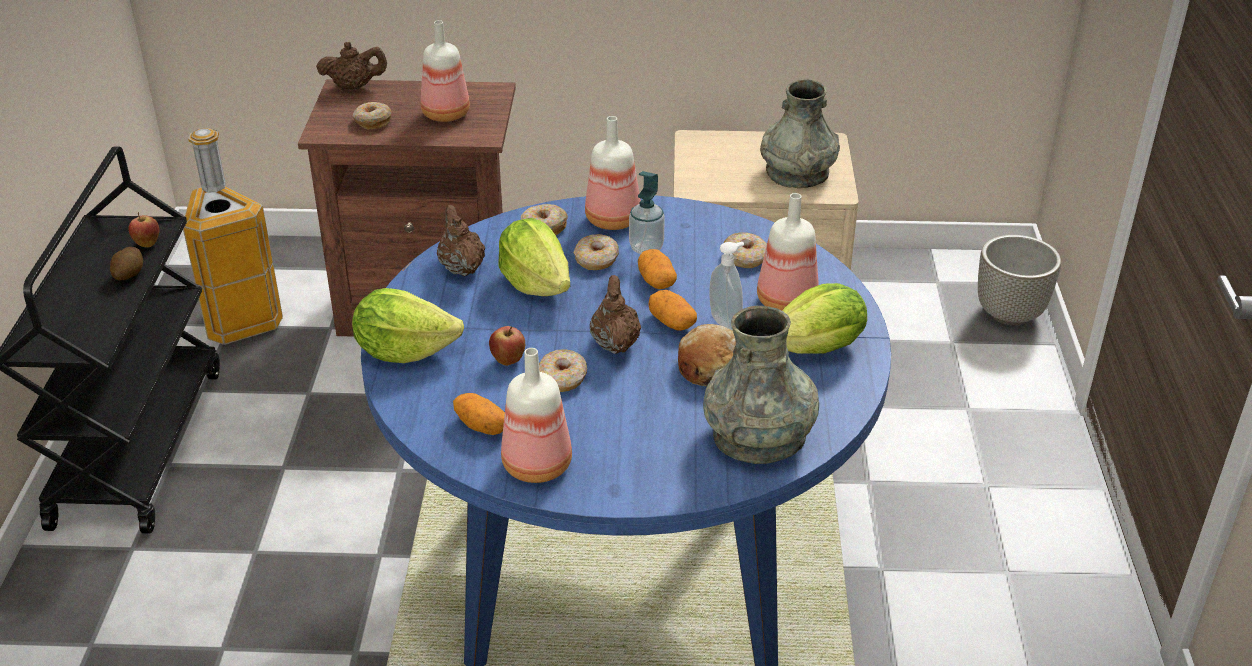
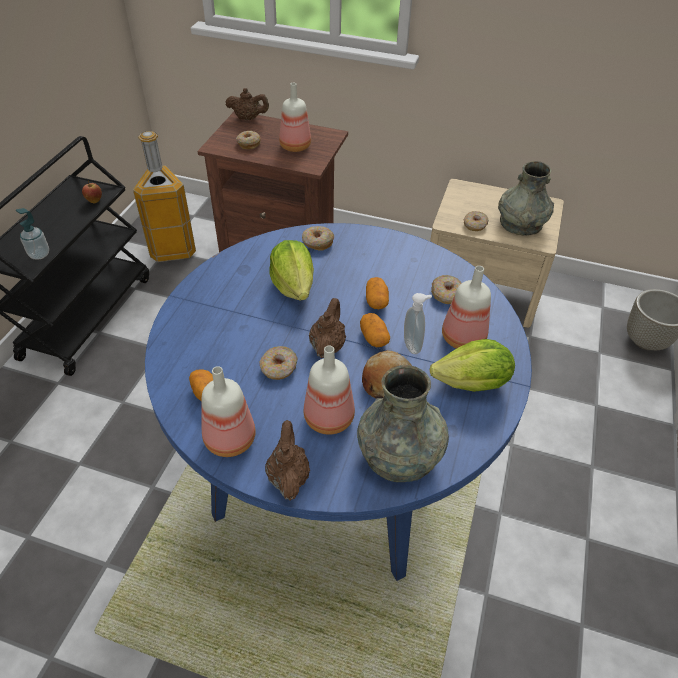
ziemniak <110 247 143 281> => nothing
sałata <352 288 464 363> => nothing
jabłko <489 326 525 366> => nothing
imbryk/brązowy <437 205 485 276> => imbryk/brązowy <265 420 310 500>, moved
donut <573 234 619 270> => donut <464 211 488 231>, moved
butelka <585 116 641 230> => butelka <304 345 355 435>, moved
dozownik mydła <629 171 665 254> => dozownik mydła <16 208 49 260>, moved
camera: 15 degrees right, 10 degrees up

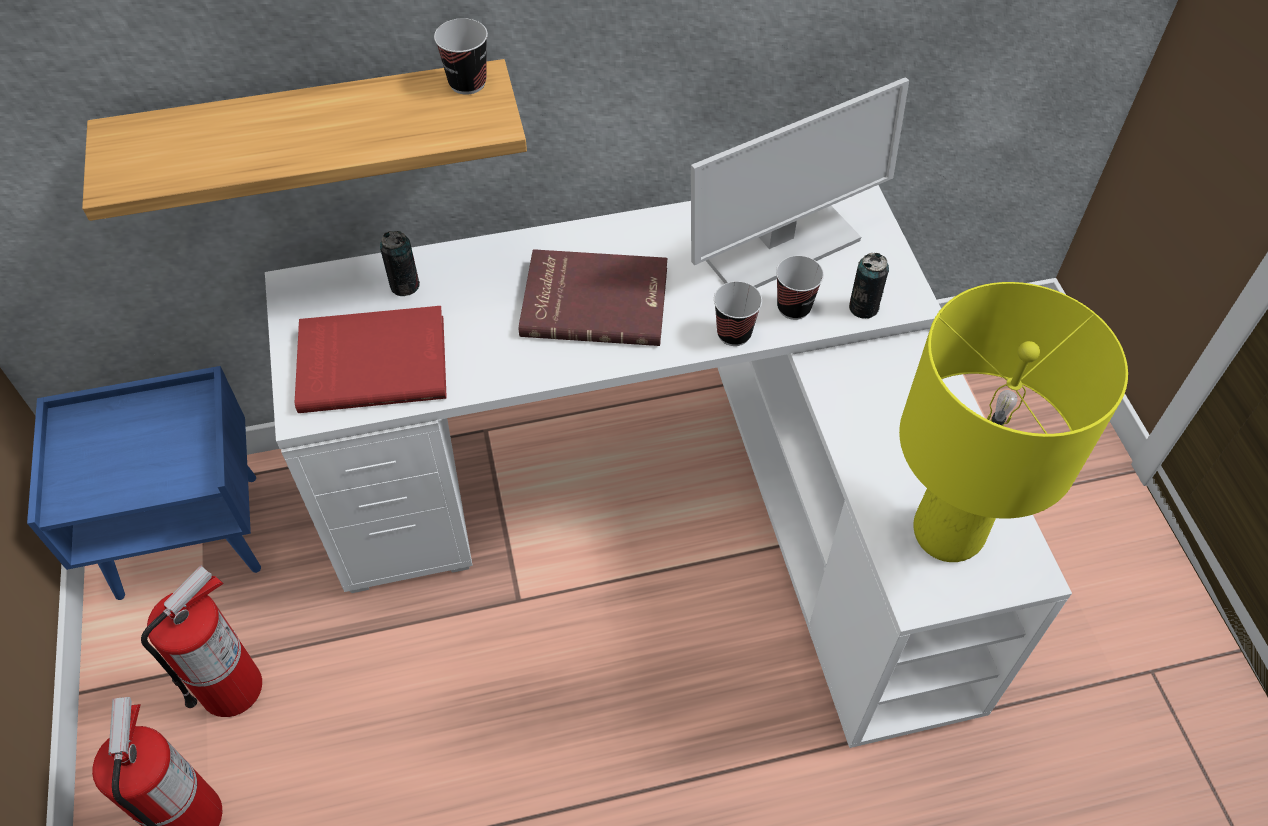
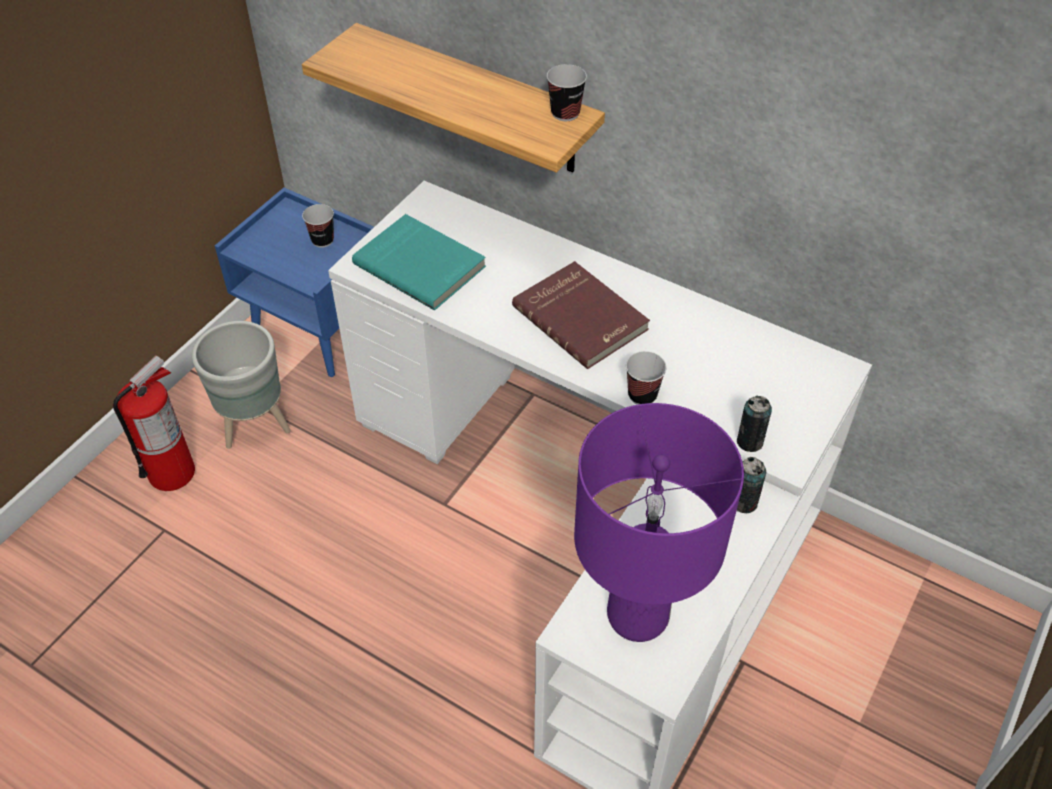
monitor <691 77 909 288> => nothing
puszka <380 231 420 296> => puszka <737 457 766 513>, moved
filiżanka <776 256 824 320> => filiżanka <302 204 334 248>, moved
gaśnica <141 565 262 717> => donica/szary <192 321 291 449>
książka/czerwony <295 306 447 413> => książka/turkusowy <352 214 486 310>
lampa stołowa/żółty <899 282 1128 562> => lampa stołowa/fioletowy <574 403 744 642>
camera: 45 degrees right, 5 degrees down

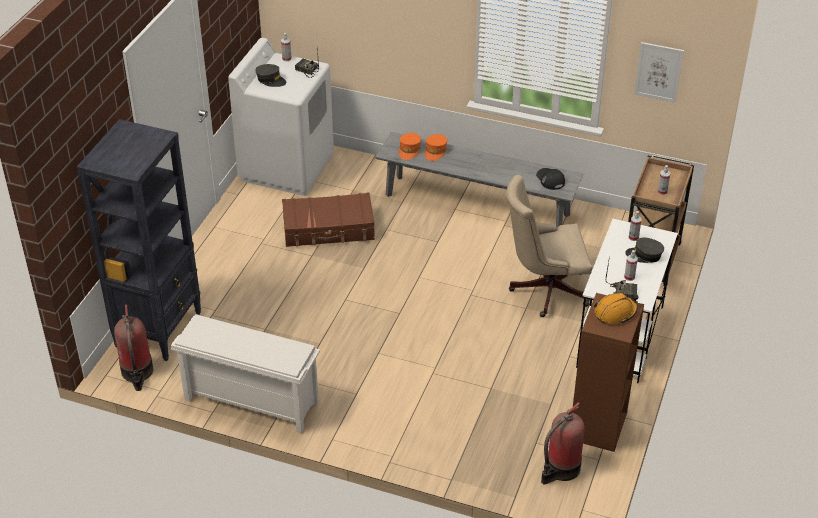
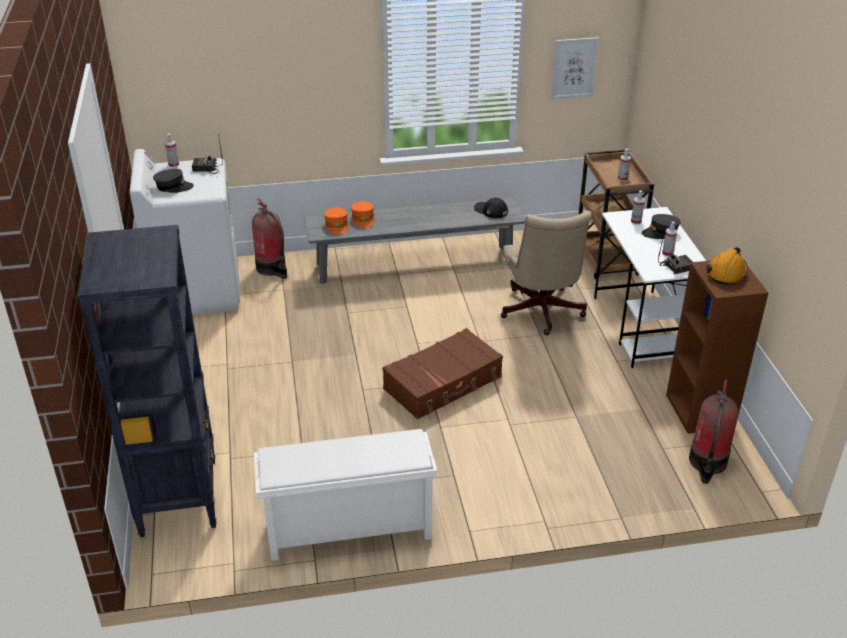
gaśnica <114 304 153 391> => gaśnica <252 198 287 279>, moved
walizka/brązowy <282 192 375 247> => walizka/brązowy <382 328 503 419>, moved
krzesło biurowe/beżowy <506 175 592 317> => krzesło biurowe/beżowy <501 211 592 335>, 60 degrees counterclockwise
camera: 30 degrees left, 5 degrees down

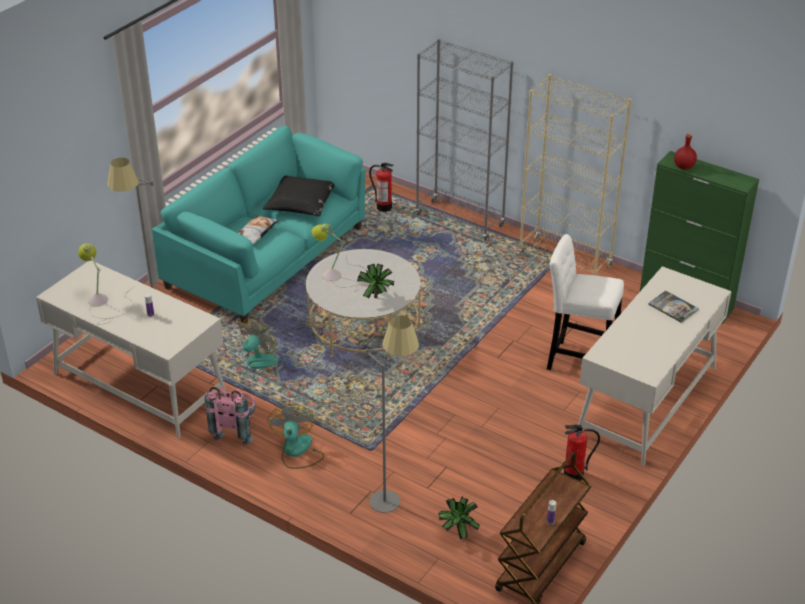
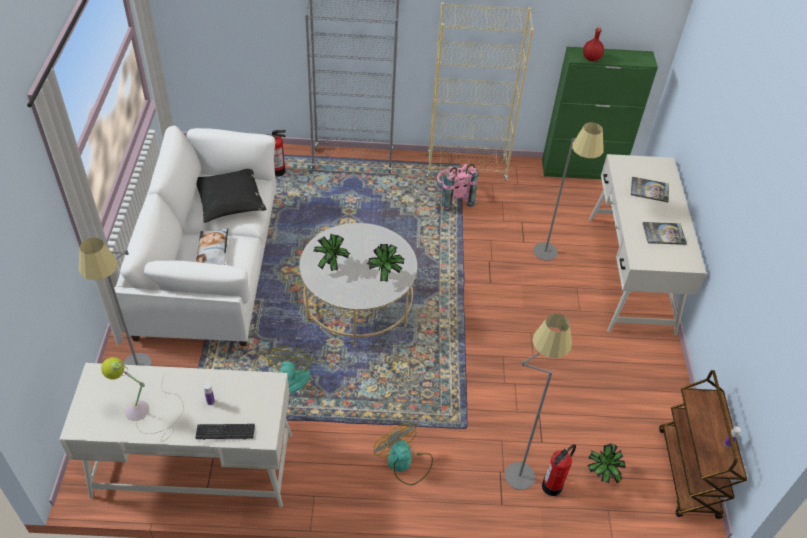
nothing => klawiatura <195 424 255 440>
nothing => książka <642 222 687 245>
plecak/różowy <205 387 256 445> => plecak/różowy <436 164 478 212>, moved
gaśnica <564 425 600 481> => gaśnica <542 444 576 496>, moved
lampa stołowa <312 224 367 291> => roślina doniczkowa <313 234 351 271>
stołek/biały <547 234 624 370> => lampa stojąca/szary <533 122 604 261>
kanapa/turkusowy <152 126 366 323> => kanapa/biały <114 126 276 346>
camera: 35 degrees left, 10 degrees up

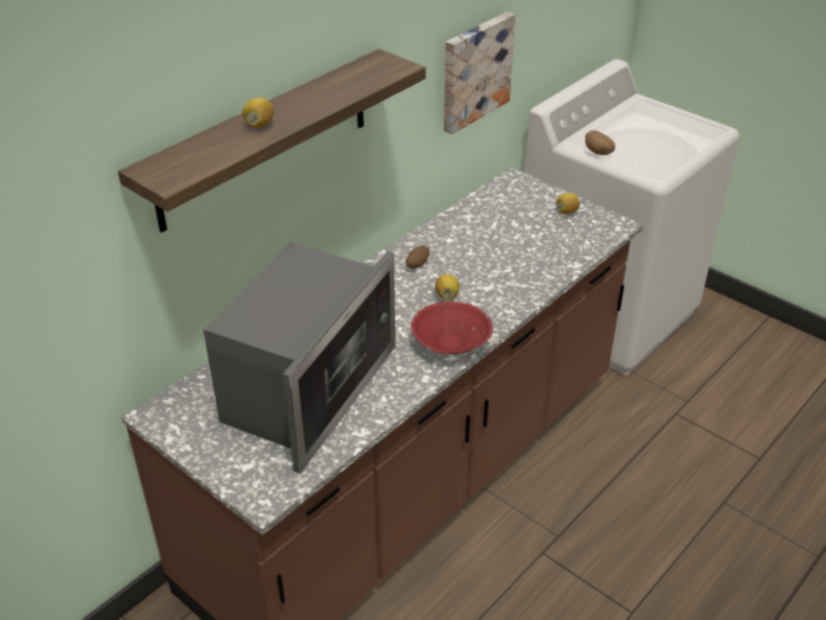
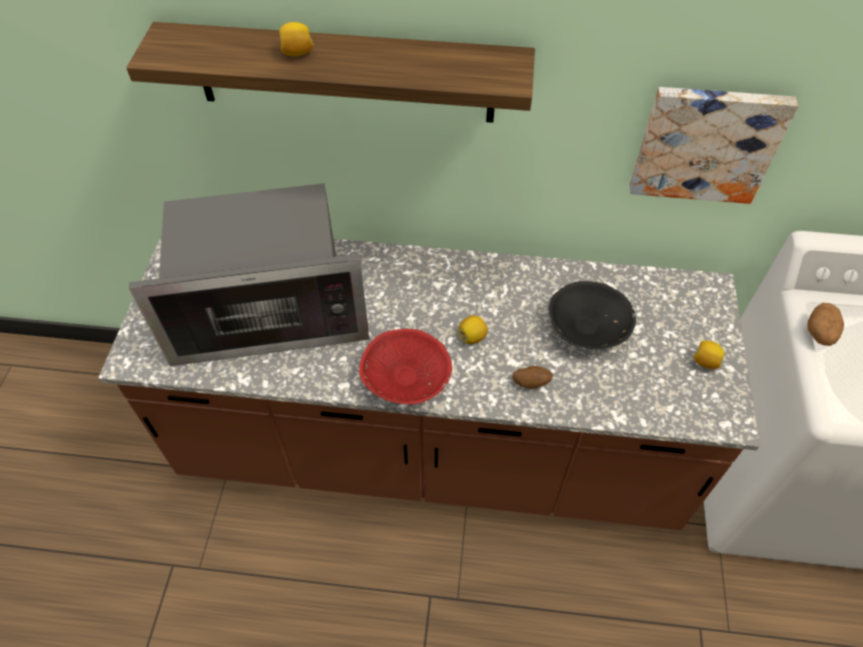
nothing => miska/czarny <549 281 636 349>
ziemniak <406 246 430 269> => ziemniak <513 366 553 388>, moved
camera: 55 degrees right, 15 degrees up

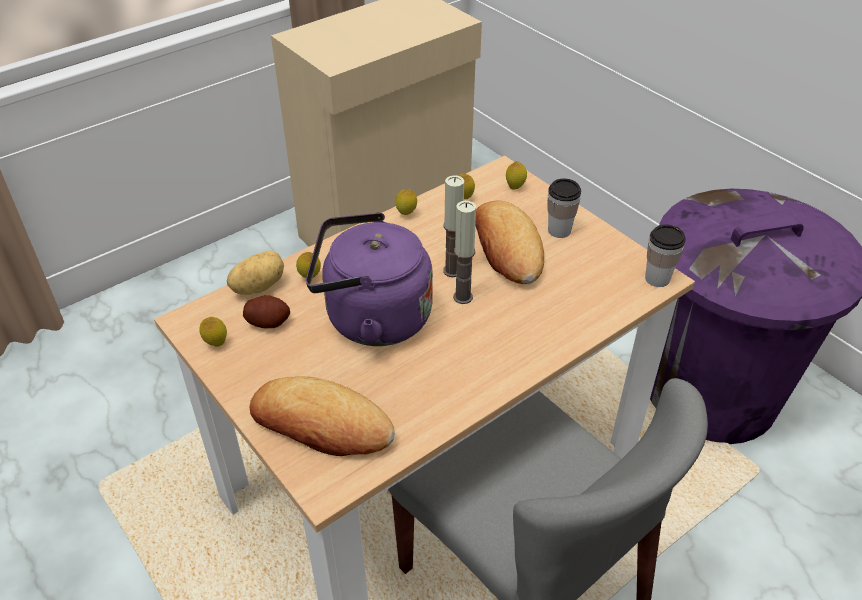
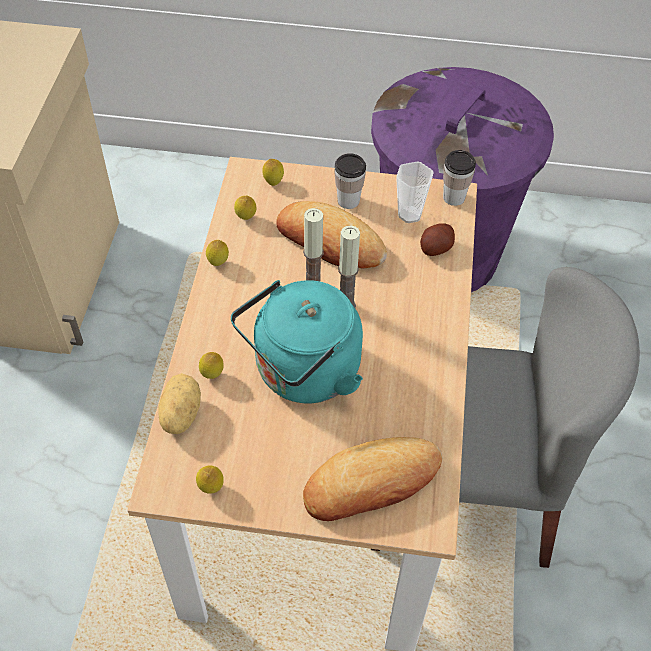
nothing => filiżanka <396 161 434 223>
ziemniak <243 295 290 328> => ziemniak <420 224 455 256>, moved
czajnik/fioletowy <306 212 433 346> => czajnik/turkusowy <231 280 363 403>
camera: 45 degrees left, 10 degrees up

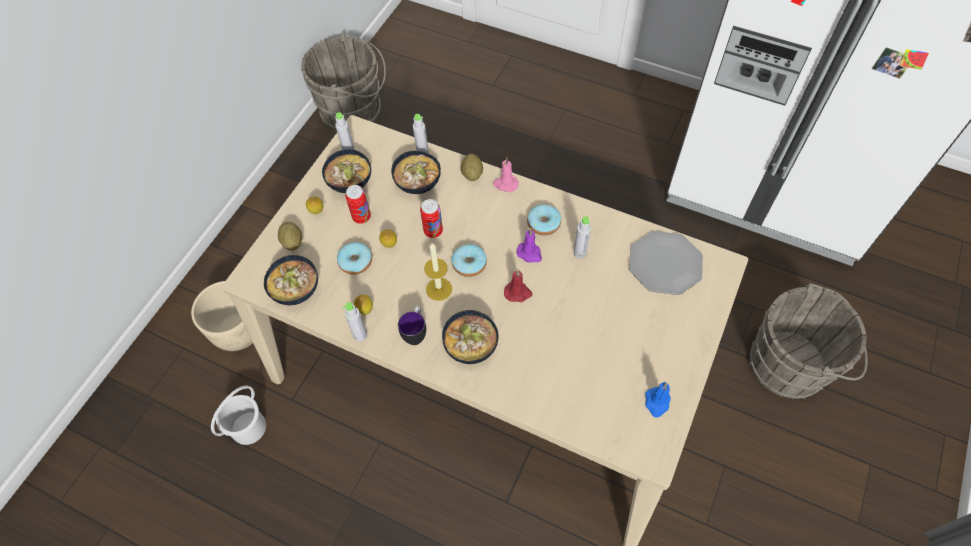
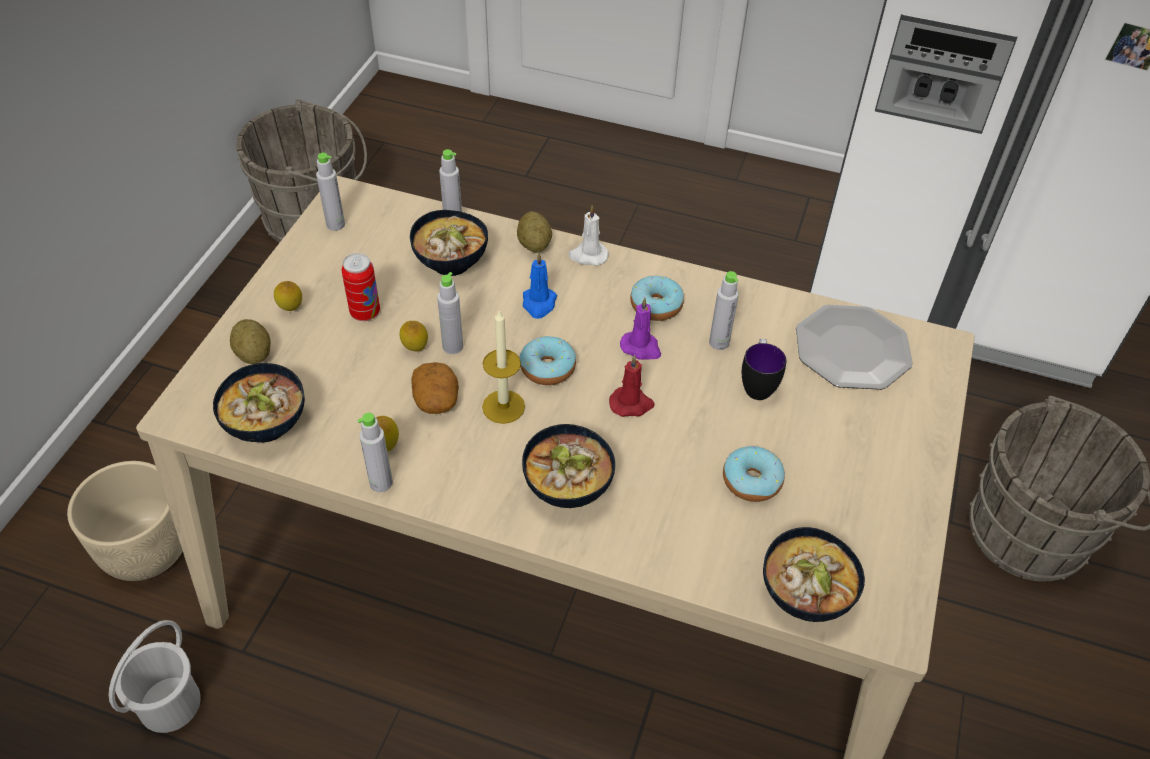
puszka <420 199 443 238> => nothing
nothing => ziemniak <411 362 459 414>
nothing => butelka/szary <437 272 463 354>
miska <322 149 371 193> => miska <763 527 865 622>, moved
donut <337 242 372 275> => donut <723 446 785 502>, moved
kubek <398 306 426 345> => kubek <742 339 786 400>, moved
świeca/niebieski <645 382 671 418> => świeca/niebieski <523 253 557 319>, moved
świeca/różowy <493 157 519 192> => świeca/biały <568 205 609 266>
camera: 10 degrees left, 10 degrees down

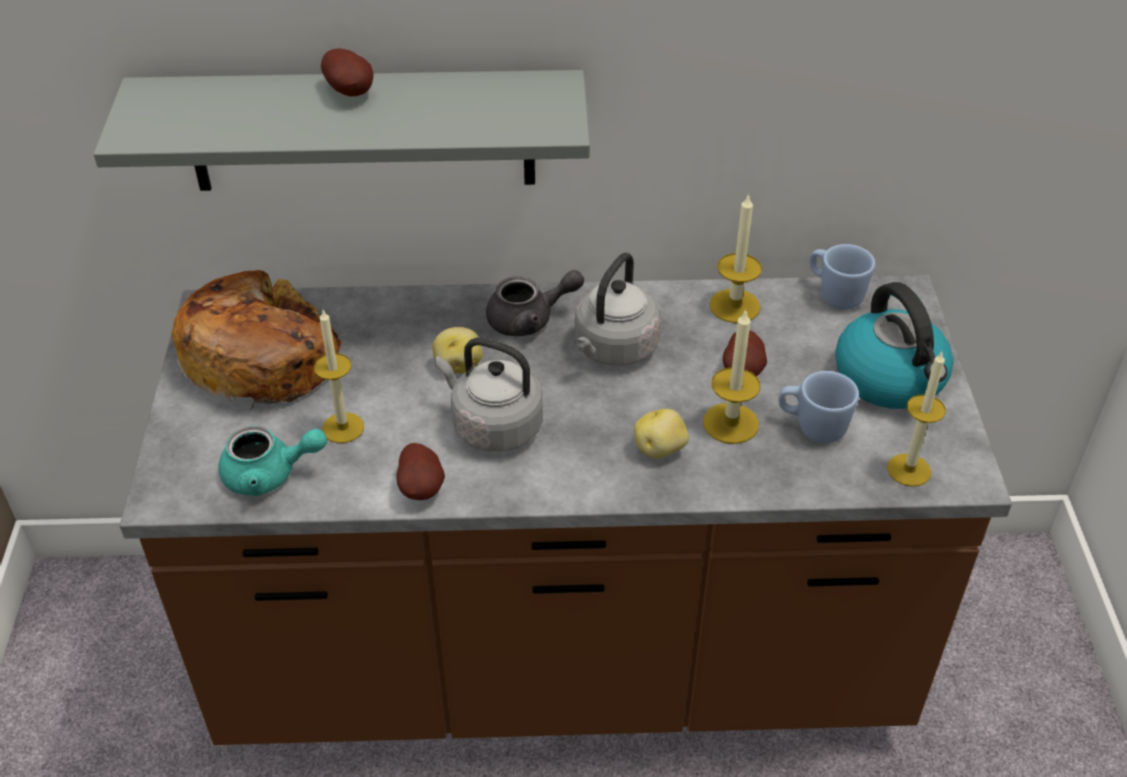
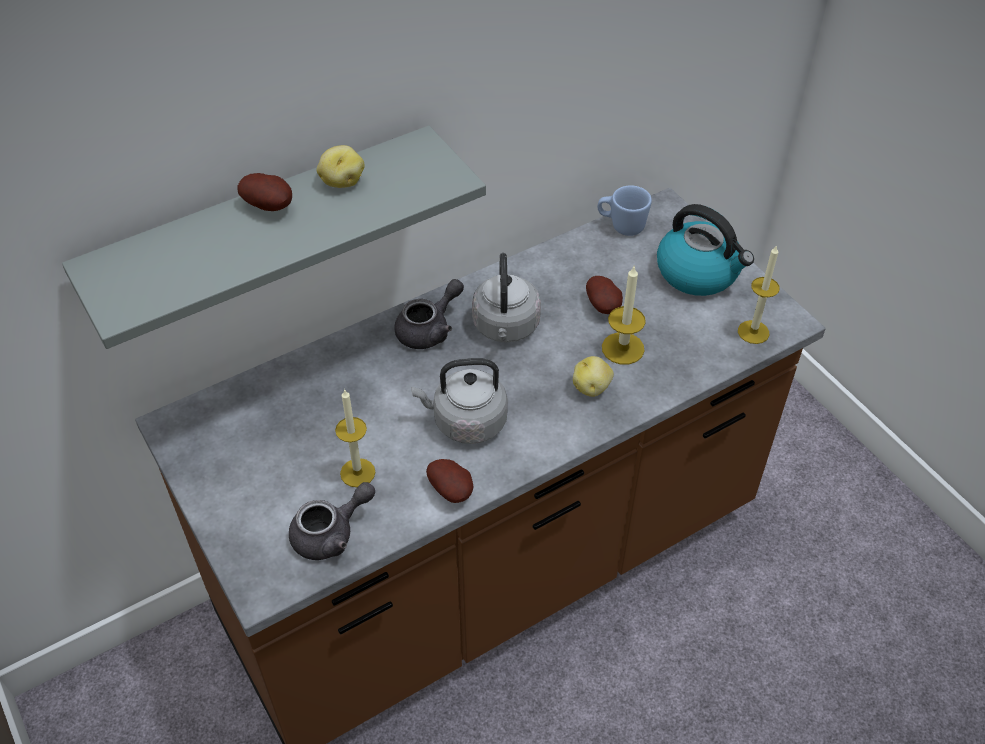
chleb <172 270 342 409> => nothing
świeca <709 193 762 323> => nothing
kubek/niebieski <778 371 859 443> => nothing
ziemniak <432 327 483 374> => ziemniak <317 145 365 188>, moved
imbryk/turkusowy <218 426 327 496> => imbryk/szary <289 482 375 560>
camera: 30 degrees left, 5 degrees up

